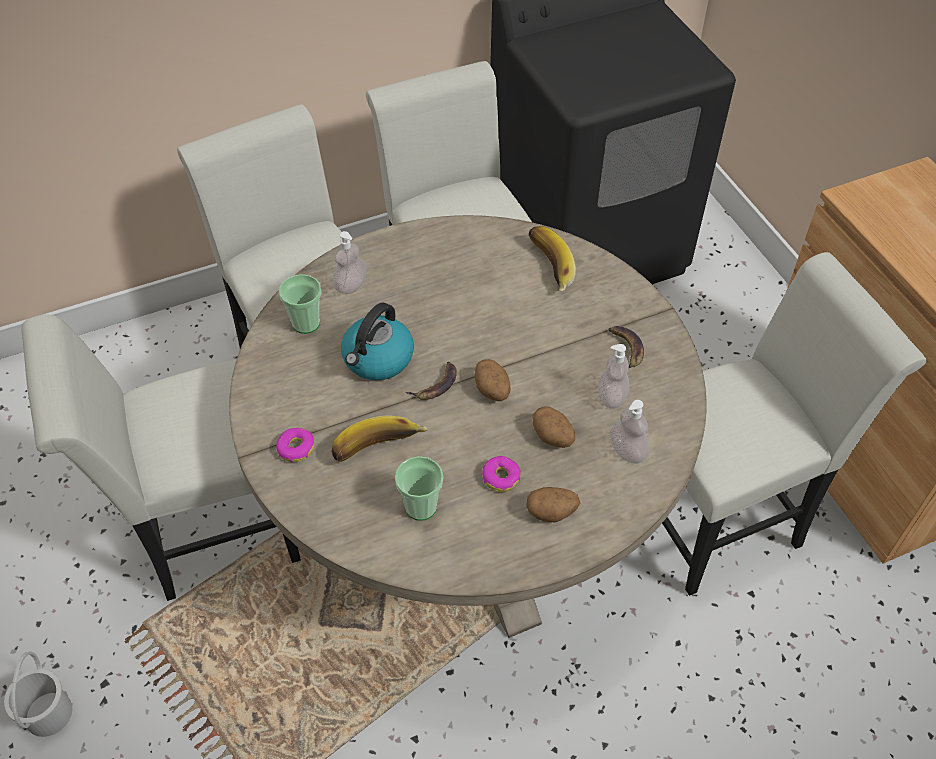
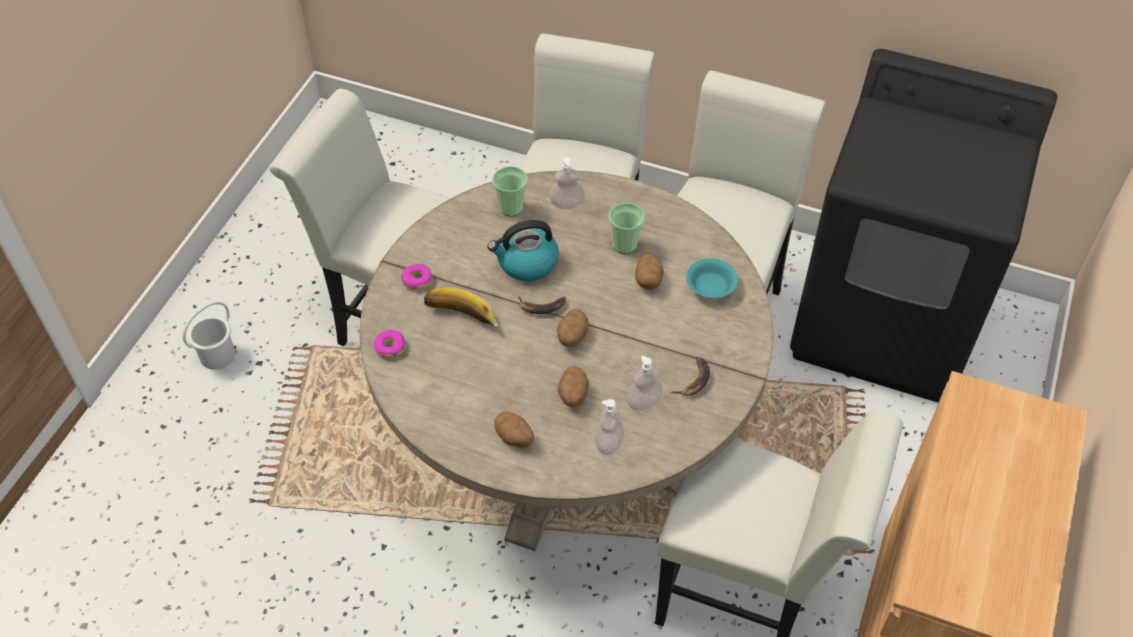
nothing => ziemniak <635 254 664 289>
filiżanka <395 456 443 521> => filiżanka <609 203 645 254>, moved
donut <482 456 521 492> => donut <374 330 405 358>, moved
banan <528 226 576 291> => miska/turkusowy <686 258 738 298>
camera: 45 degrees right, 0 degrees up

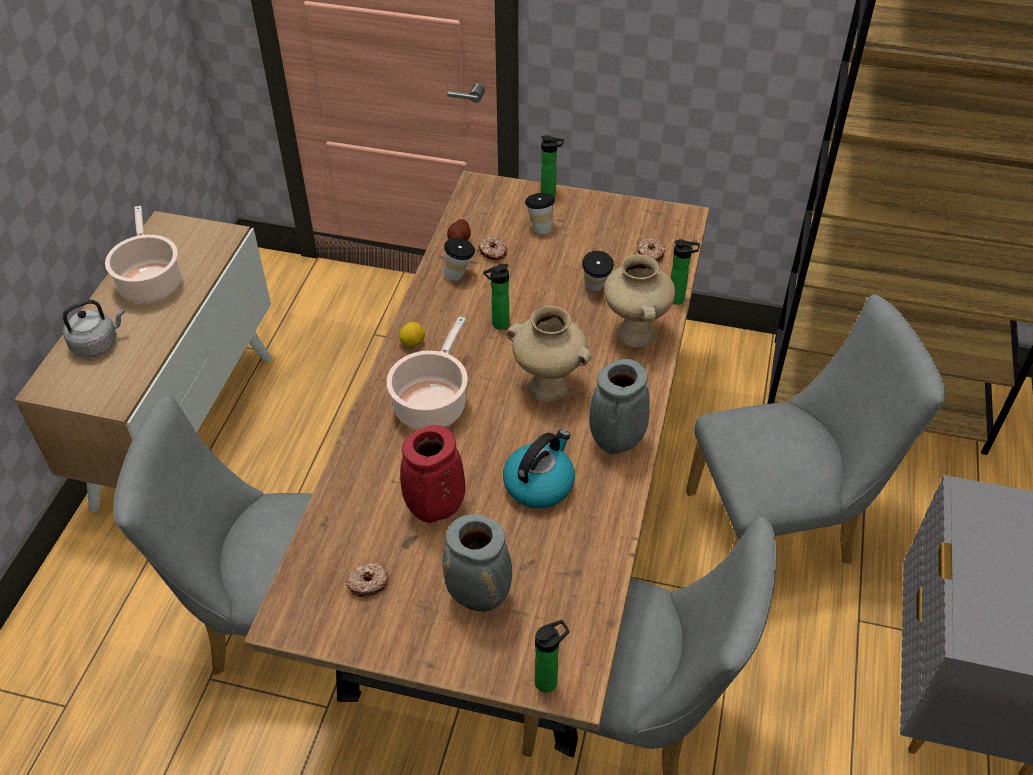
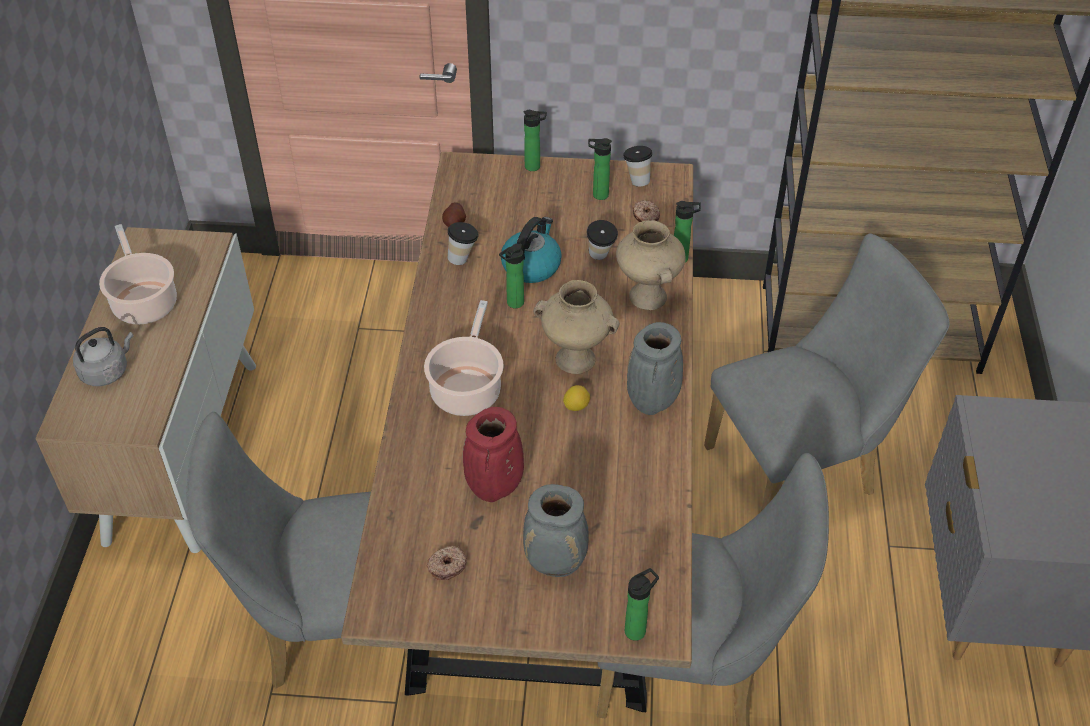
donut <478 236 507 260> => nothing
nothing => butelka <588 138 612 200>
cytryna <399 322 425 347> => cytryna <563 385 590 411>, moved
czajnik <503 430 575 509> => czajnik <501 217 562 283>, moved
filiżanka <525 193 555 234> => filiżanka <623 146 653 187>, moved
camera: 10 degrees left, 0 degrees up

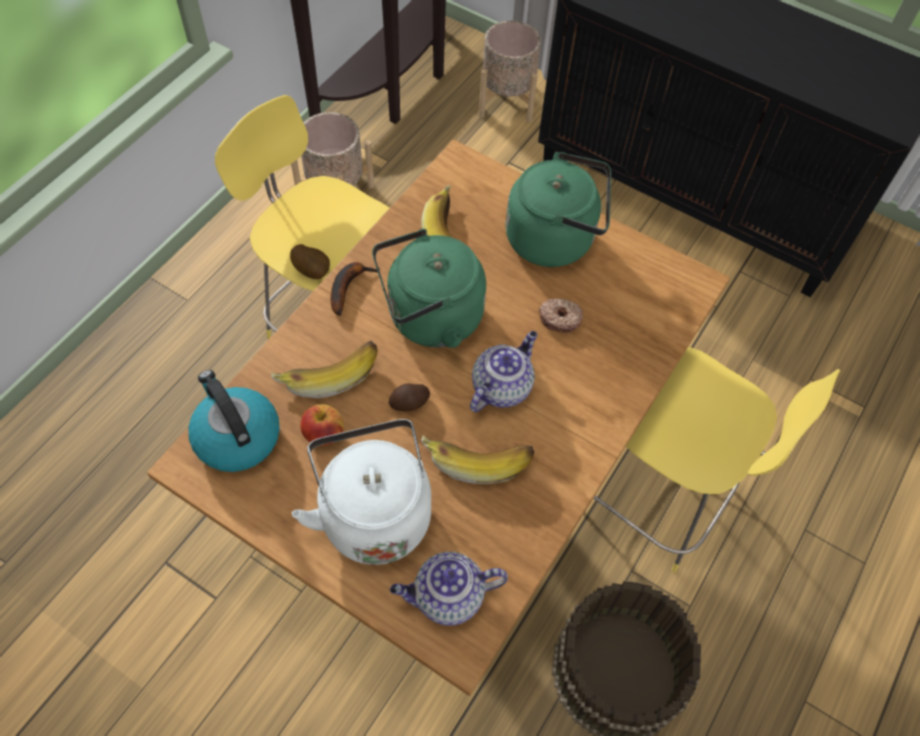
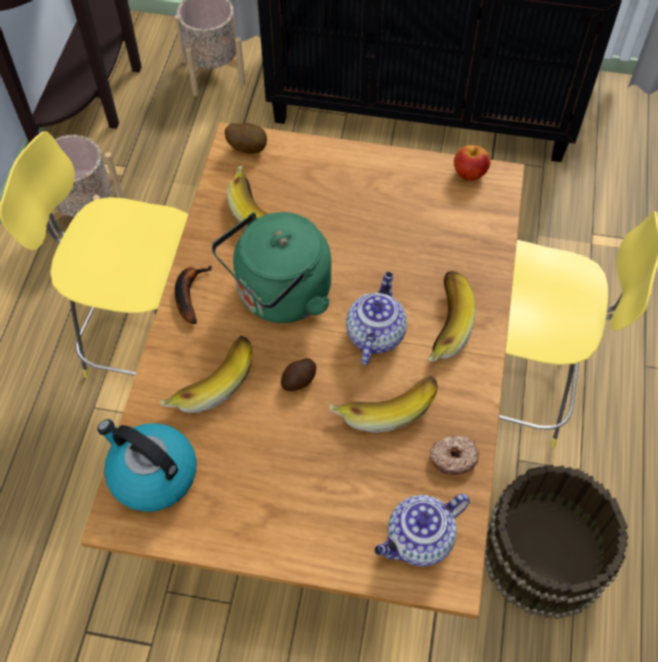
czajnik/biały <292 419 431 565> => nothing
czajnik/zielony <506 152 611 267> => nothing
nothing => banan <427 271 476 362>
ziemniak <290 244 330 279> => ziemniak <225 123 267 154>, moved
jabłko <300 404 344 446> => jabłko <454 145 491 181>, moved
donut <539 298 583 333> => donut <430 436 479 475>, moved
camera: 20 degrees left, 0 degrees up

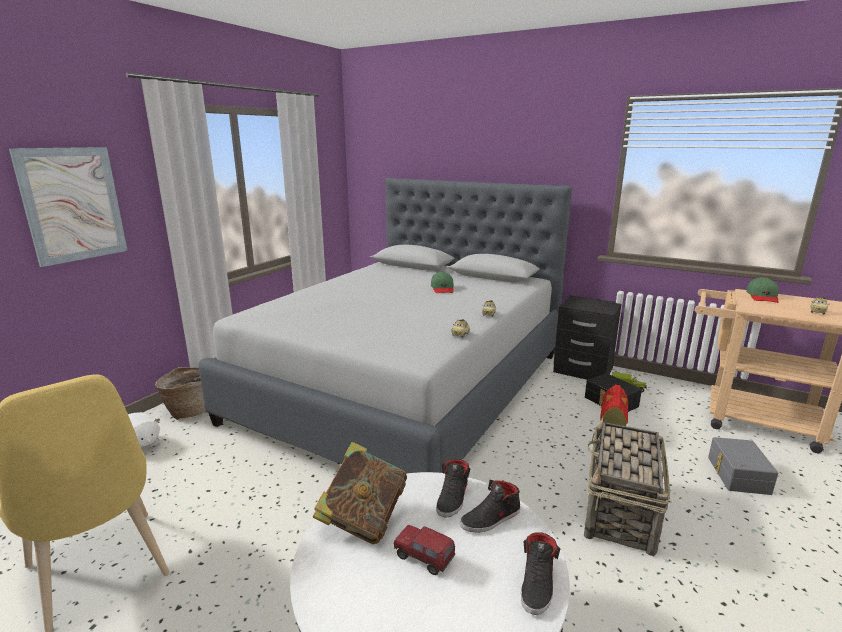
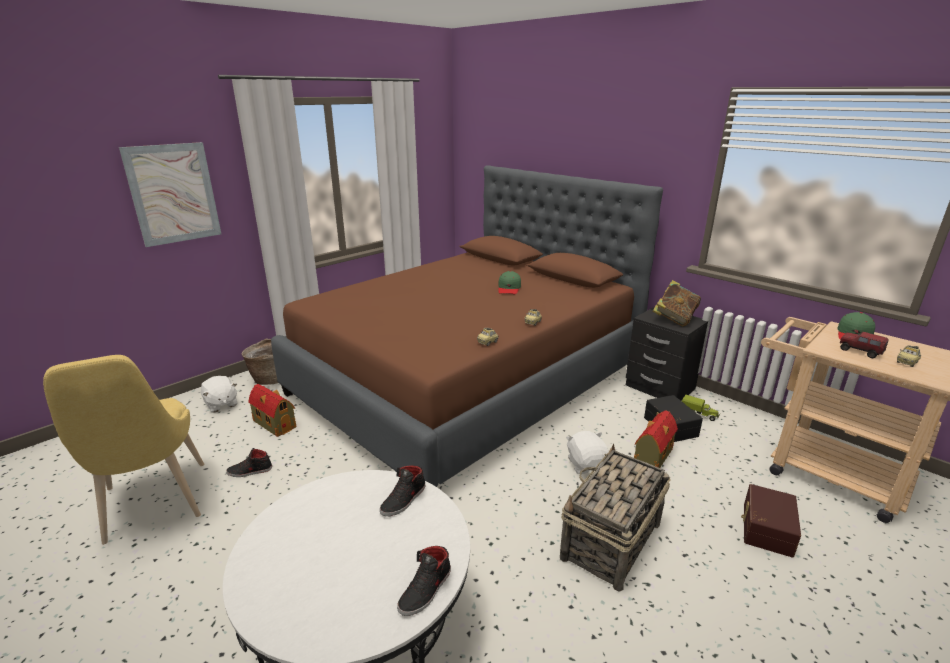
nothing => domek <248 384 297 437>
nothing => pluszak/biały <566 431 608 474>
książka <313 442 407 544> => książka <653 280 701 326>, moved
ciężarówka zabawkowa <394 525 455 575> => ciężarówka zabawkowa <840 332 889 358>, moved
but/czarny <460 480 520 533> => but/czarny <226 448 272 477>, moved
łóżko/szary <198 178 572 474> => łóżko/brązowy <271 165 663 487>
pojemnik do przechowywania/szary <708 437 778 495> => pojemnik do przechowywania/brązowy <741 484 801 558>
camera: 15 degrees right, 5 degrees up

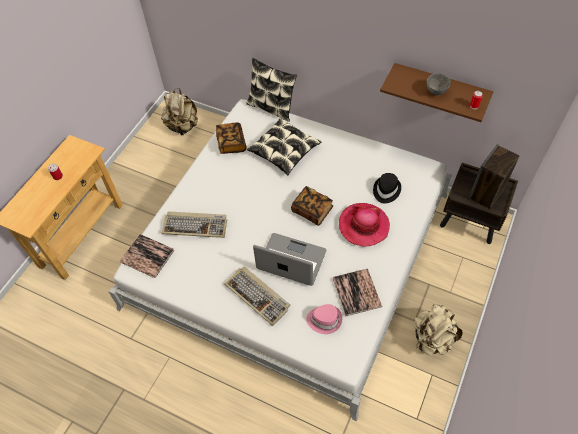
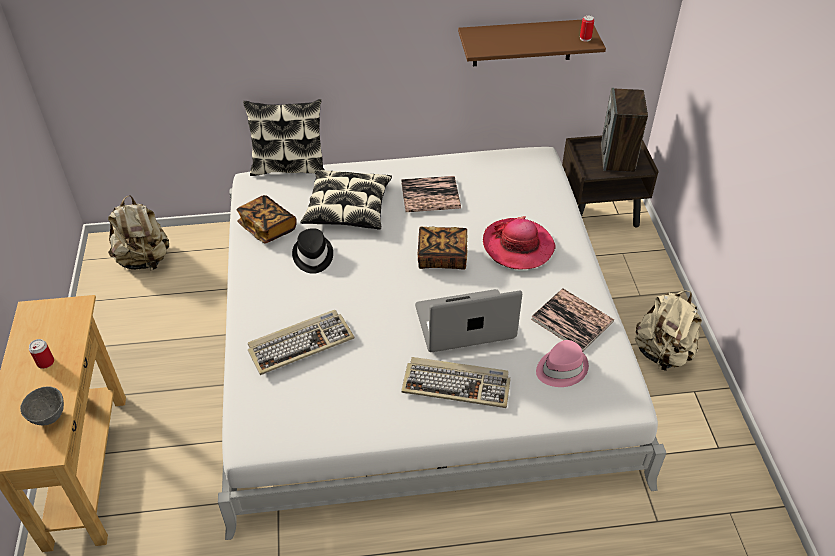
książka <120 234 175 278> => książka <401 176 461 212>, moved
kapelusz/czarny <373 173 401 203> => kapelusz/czarny <292 228 333 274>, moved
miska/szary <427 73 451 95> => miska/szary <20 387 64 425>, moved
camera: 35 degrees left, 10 degrees down

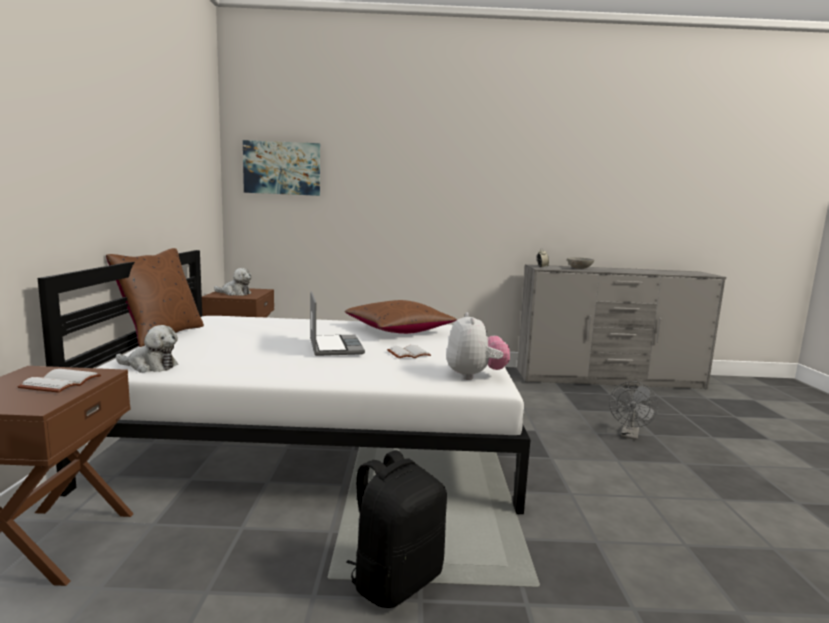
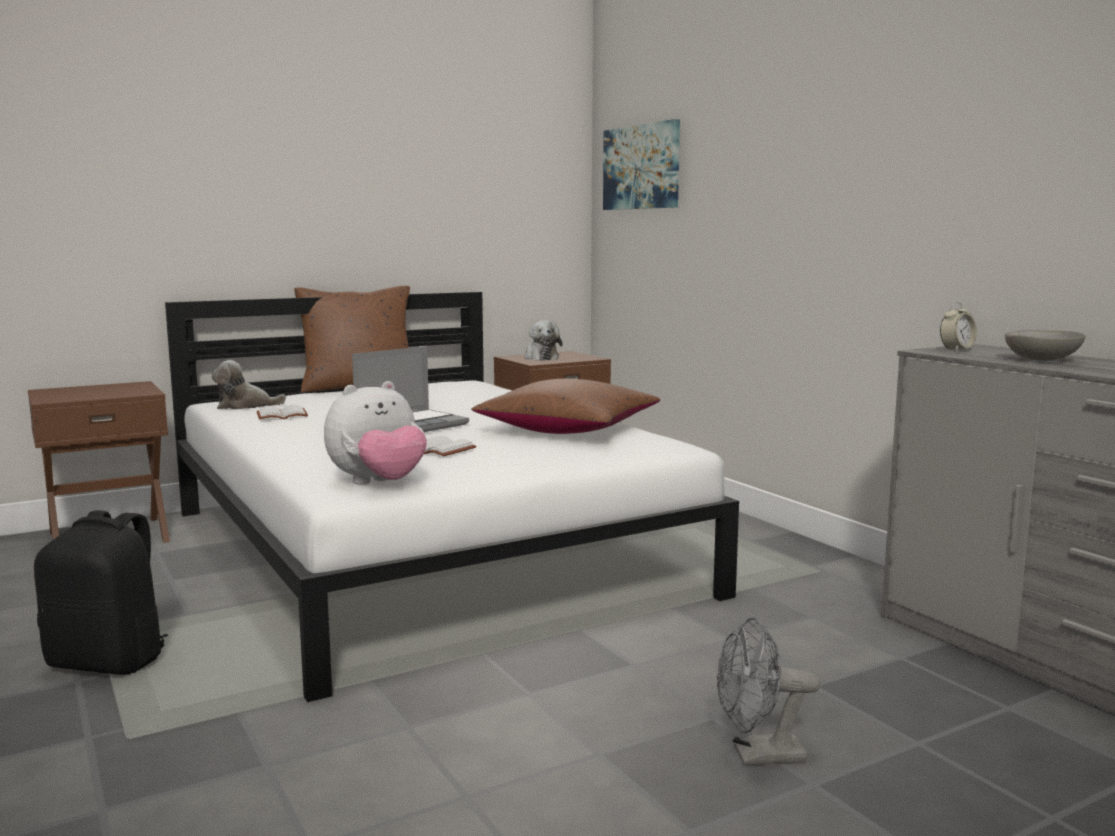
książka/biały <18 369 101 393> => książka/biały <257 405 308 420>, moved
pluszak <116 325 178 373> => pluszak <212 360 286 409>, 105 degrees clockwise
camera: 60 degrees right, 0 degrees up

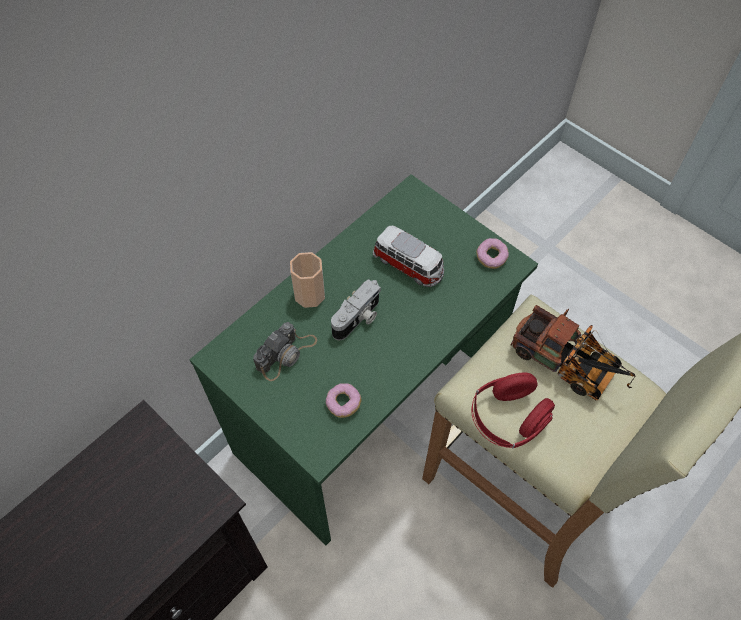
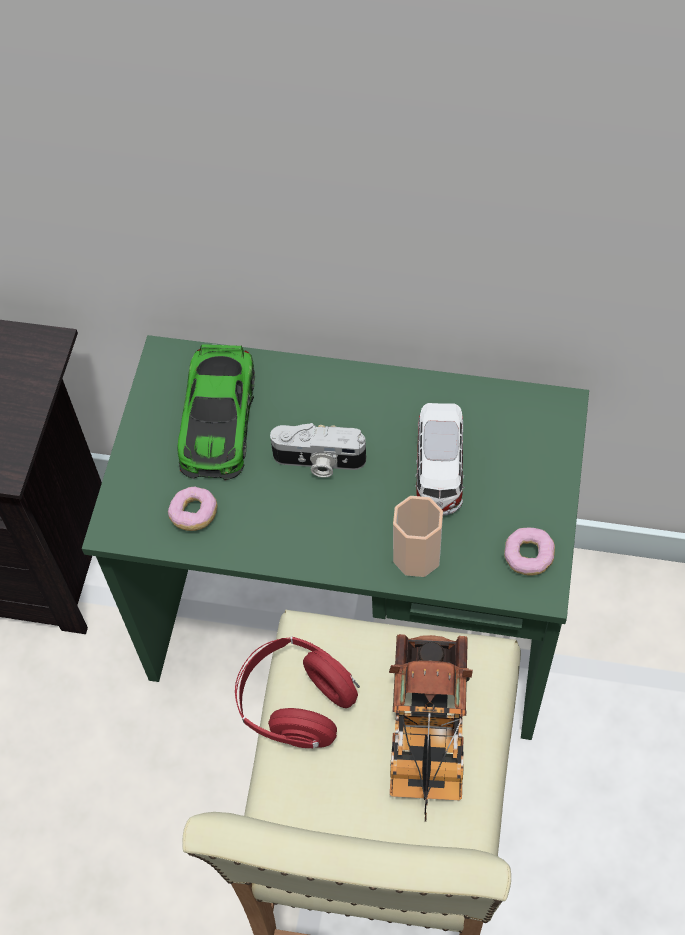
filiżanka <290 252 325 308> => filiżanka <393 496 443 577>, moved
aparat fotograficzny <253 322 317 381> => samochodzik <178 344 255 480>
camera: 60 degrees right, 0 degrees up

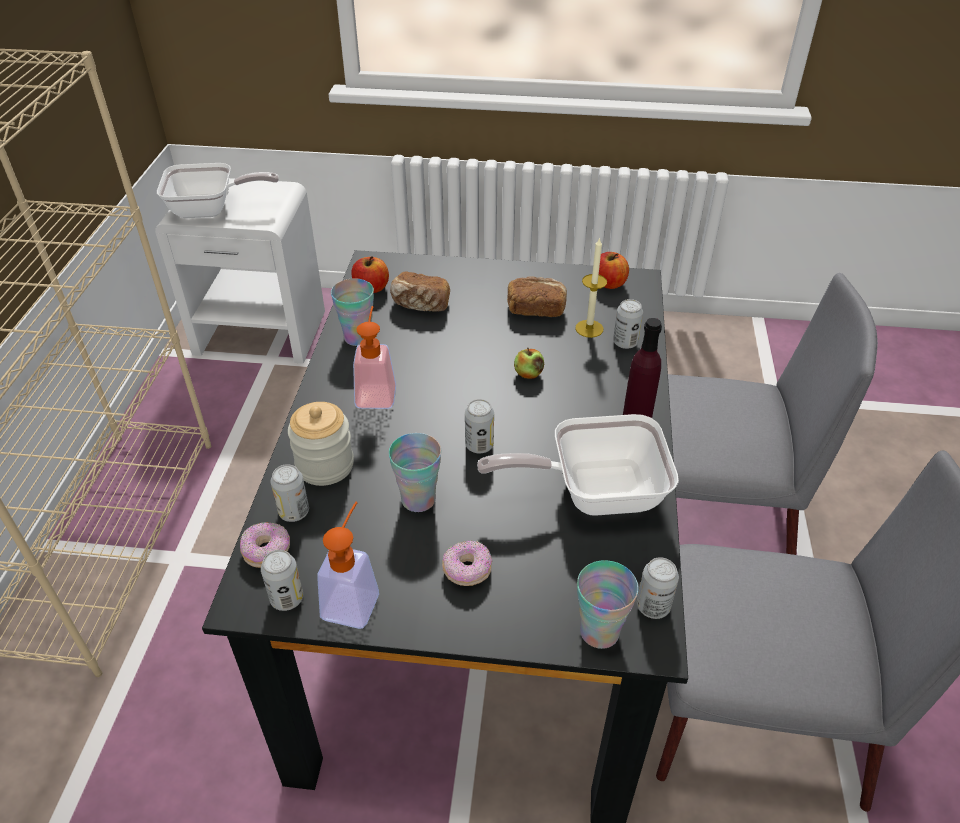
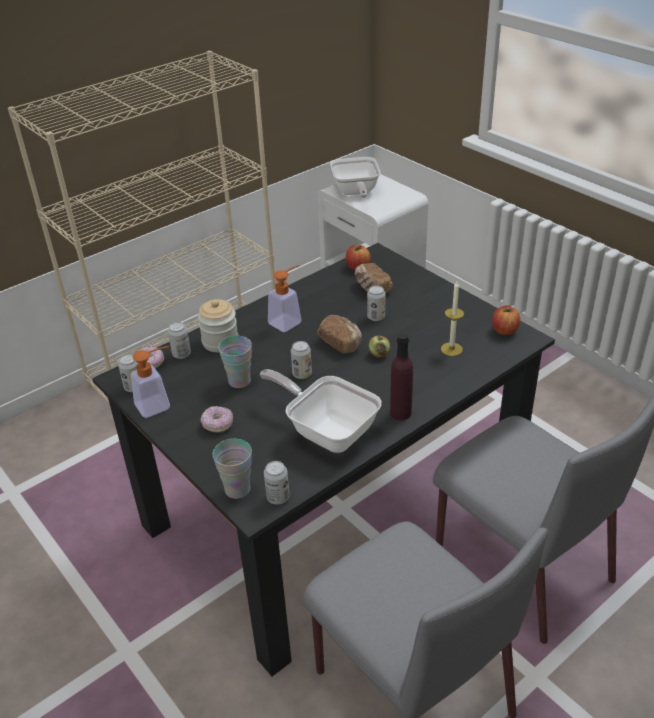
filiżanka <331 278 374 346> => nothing
chleb <507 277 567 317> => chleb <317 315 362 353>, moved
puszka <613 299 643 349> => puszka <367 286 386 321>, moved
patelnia <157 163 279 218> => patelnia <330 157 380 198>, 45 degrees clockwise
camera: 45 degrees right, 5 degrees down

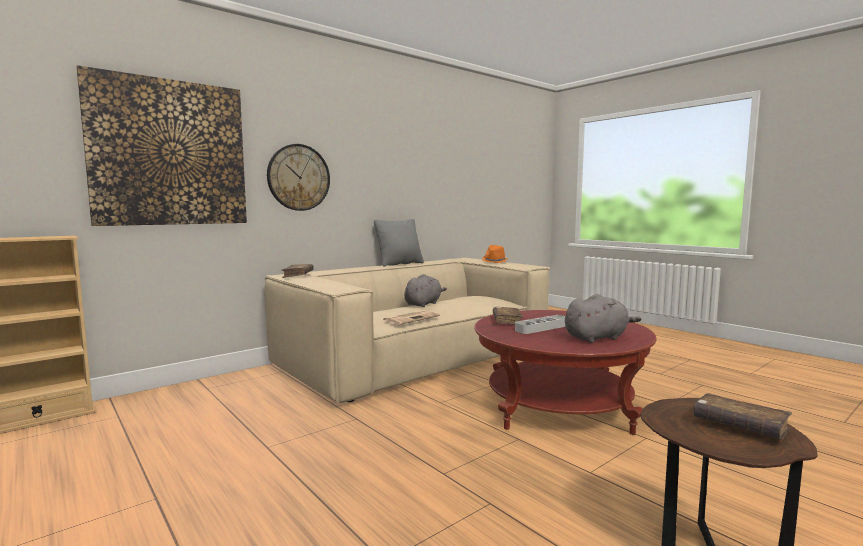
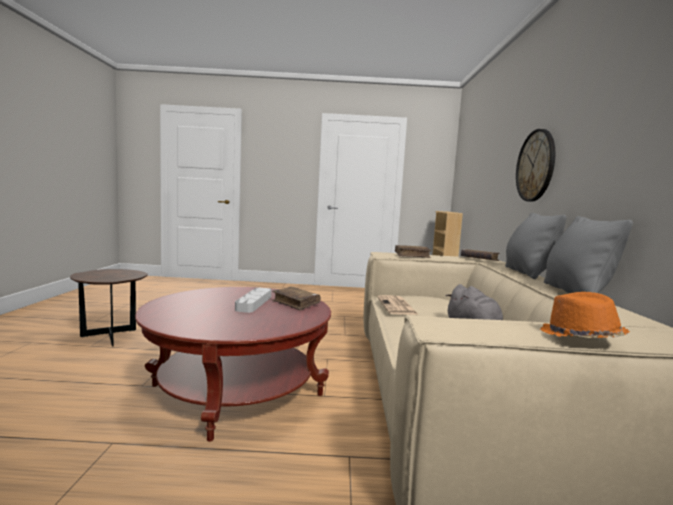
obraz <77 65 247 226> => nothing
pluszak/szary <565 294 641 343> => nothing
nothing => poduszka/szary <505 213 566 279>
książka/brązowy <694 393 792 440> => książka/brązowy <395 245 432 258>, moved
camera: 130 degrees right, 0 degrees up

